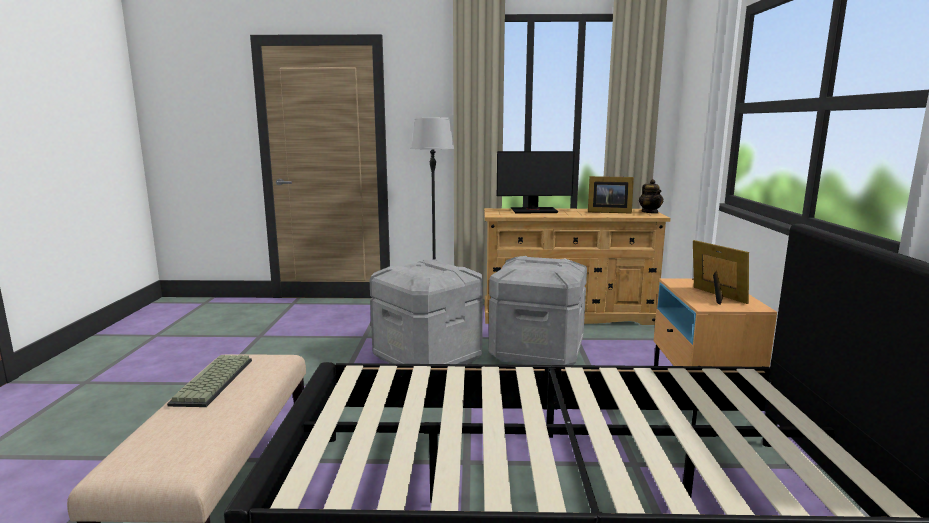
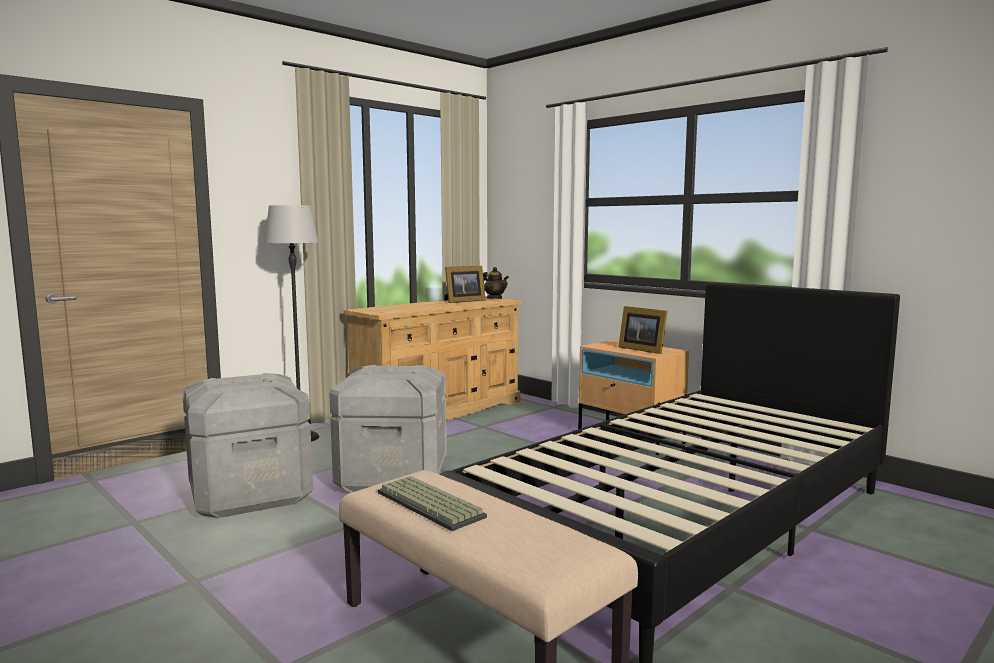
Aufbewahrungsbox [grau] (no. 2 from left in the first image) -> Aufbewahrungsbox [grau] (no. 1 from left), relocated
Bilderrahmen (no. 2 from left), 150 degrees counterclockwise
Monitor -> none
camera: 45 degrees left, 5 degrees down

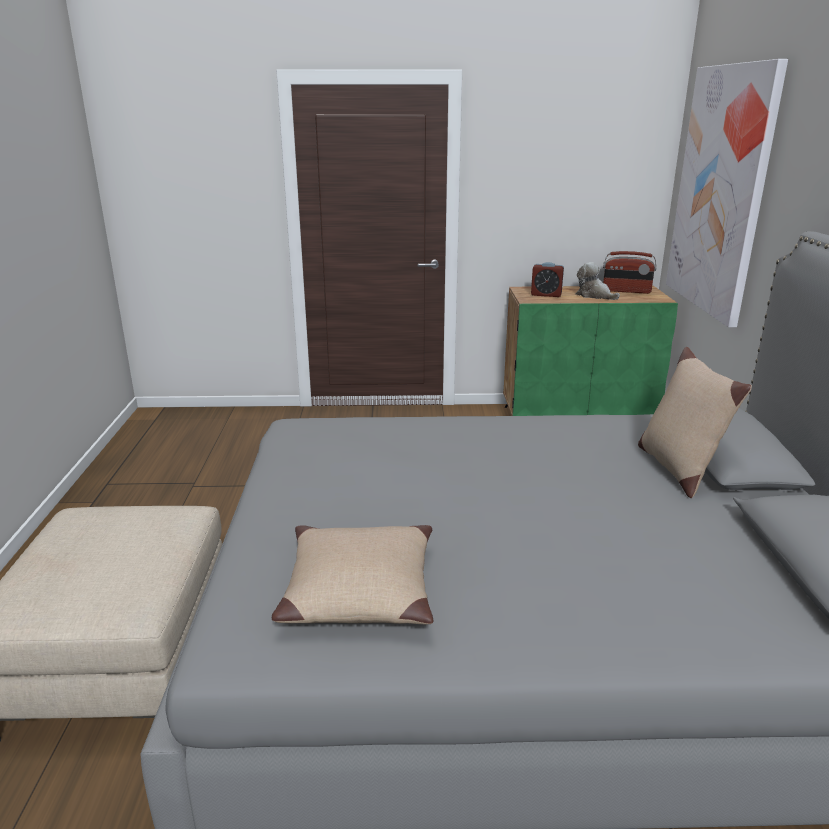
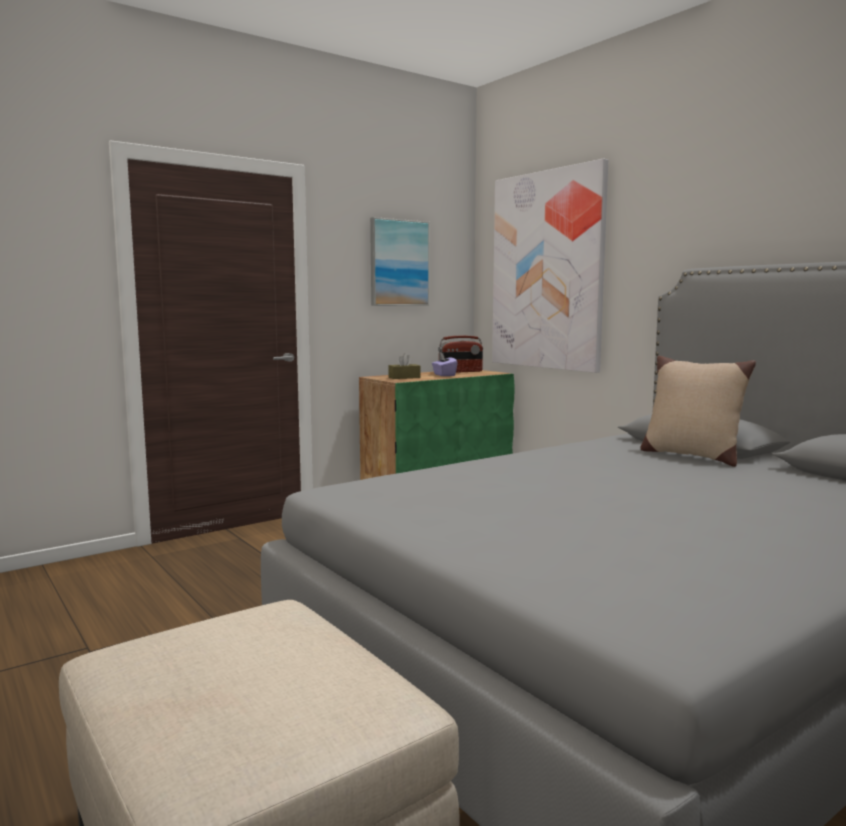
none -> Bild (no. 1 from left)
Wecker -> Taschentuchbox [braun]
Plüschtier -> Taschentuchbox [lila]
Kissen [beige] (no. 1 from left) -> none
camera: 35 degrees left, 15 degrees down

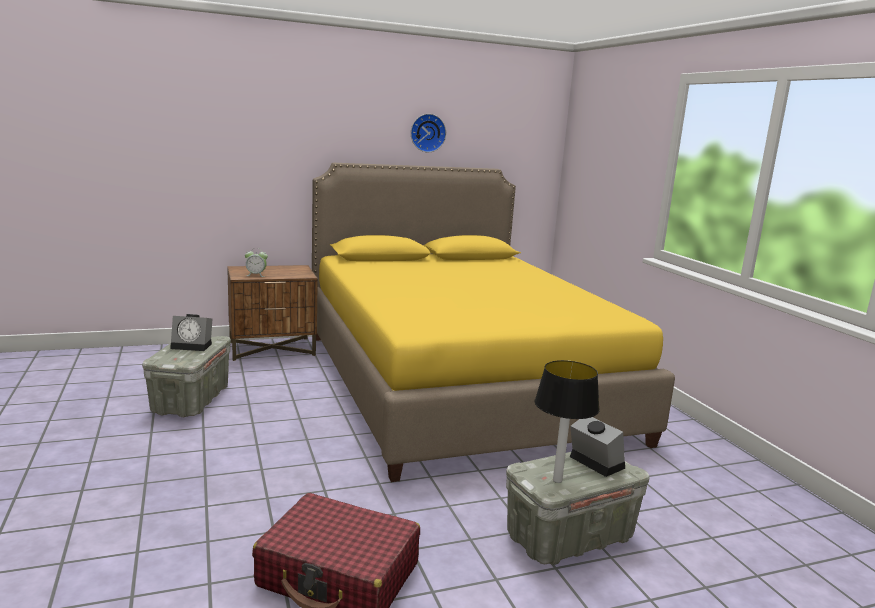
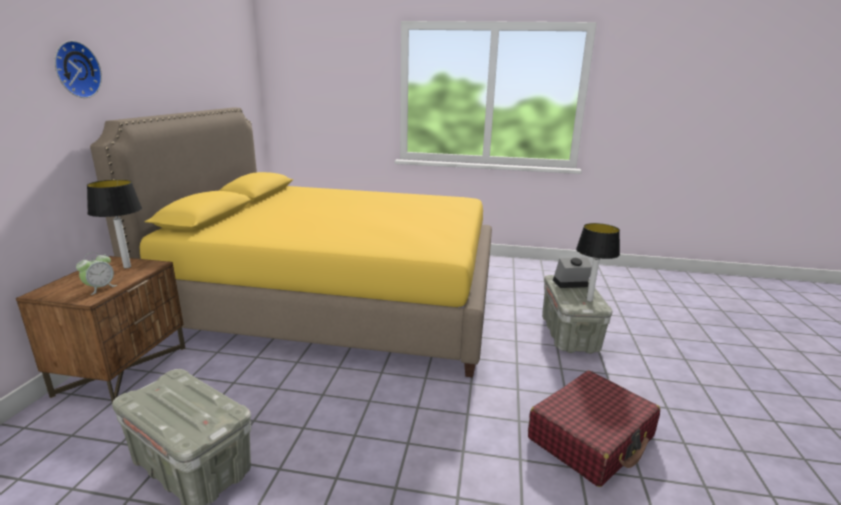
Wanduhr, relocated
none -> Tischlampe (no. 1 from left)
Wecker (no. 1 from left) -> none
camera: 60 degrees left, 5 degrees up

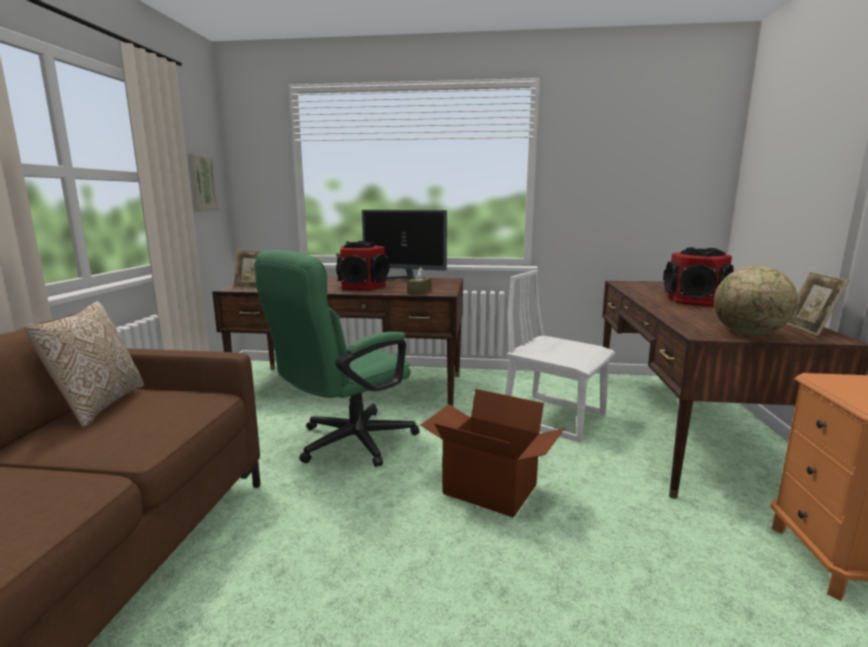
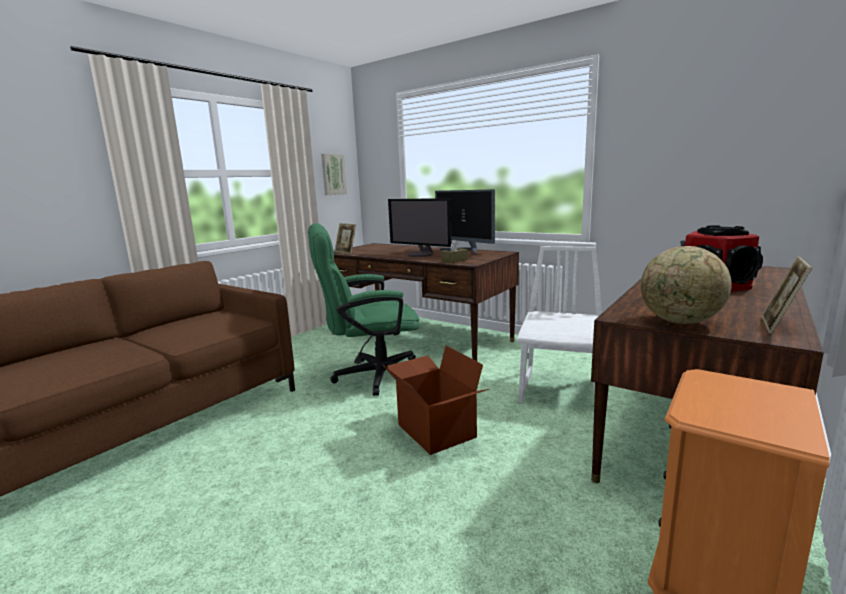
Lautsprecher (no. 1 from left) -> Monitor (no. 1 from left)
Stuhl [weiß], 45 degrees clockwise
Kissen -> none
camera: 30 degrees right, 0 degrees up

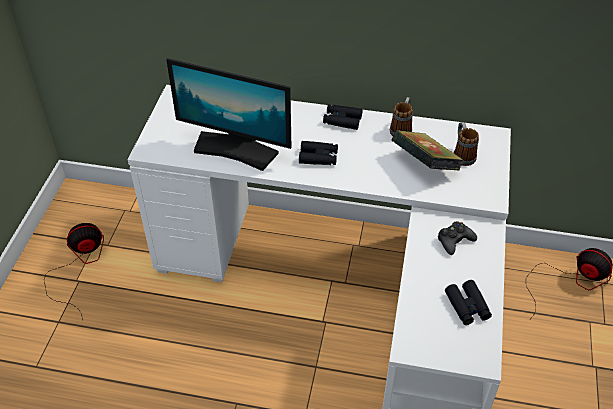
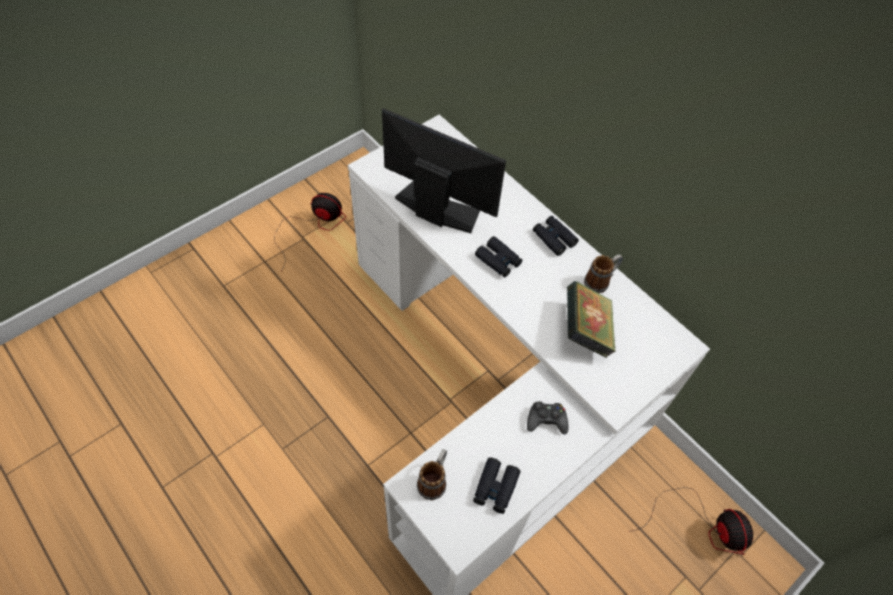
Monitor, 150 degrees clockwise
Henkelbecher (no. 2 from left in the first image) -> Henkelbecher (no. 1 from left), relocated
camera: 35 degrees right, 10 degrees up

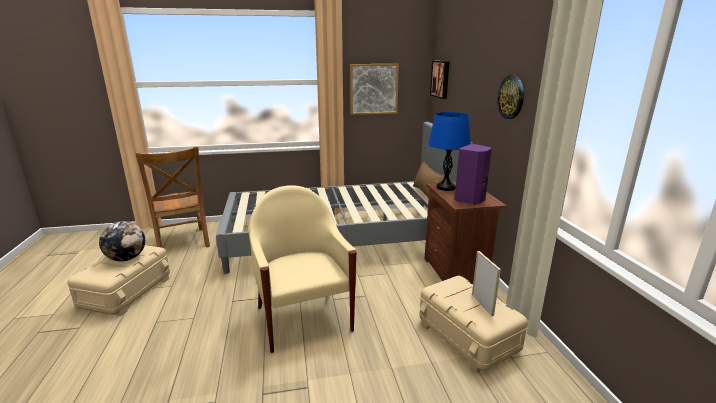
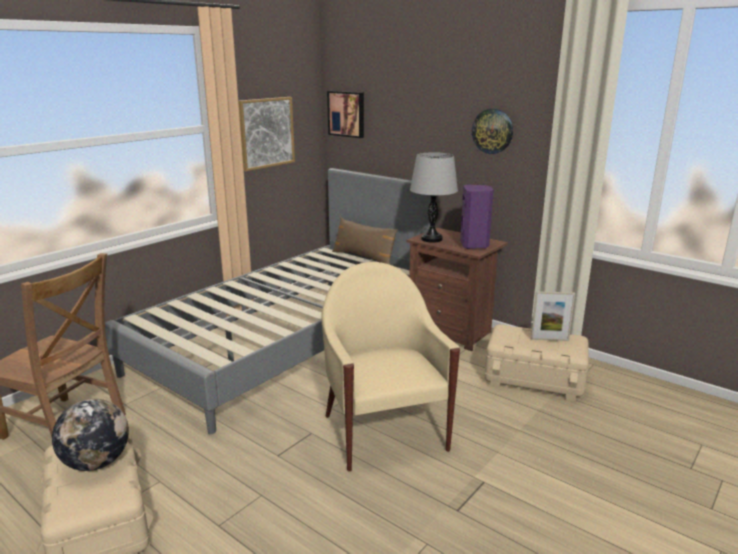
Sessel [beige], 45 degrees clockwise
Tischlampe [blau] -> Tischlampe [grau]
Bilderrahmen, 150 degrees clockwise
camera: 40 degrees left, 0 degrees up

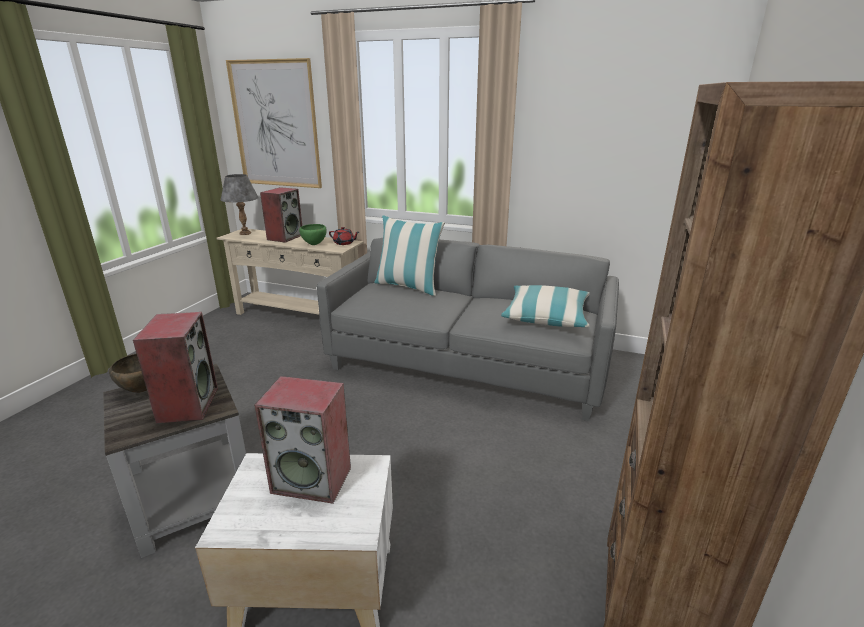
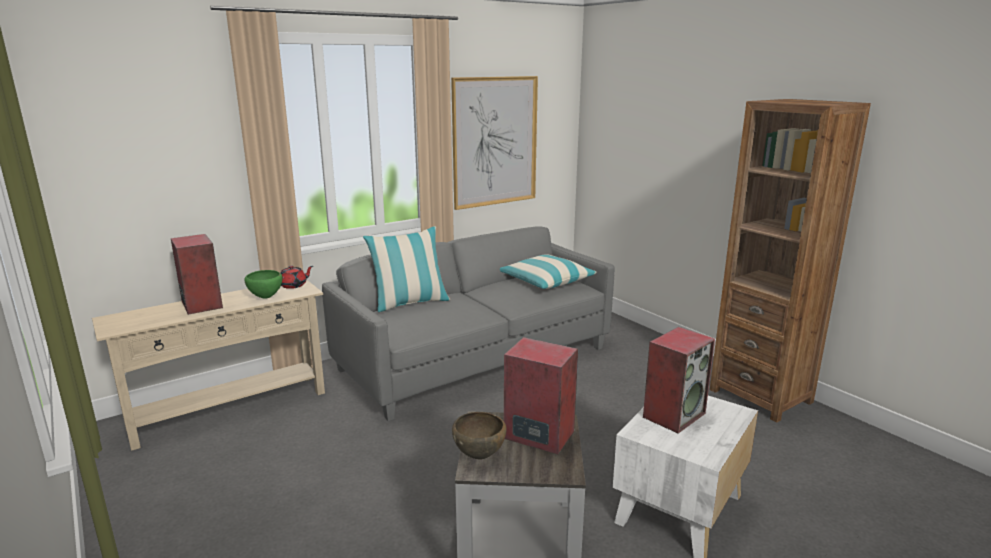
Bild, relocated
Tischlampe [grau] -> none
camera: 55 degrees left, 5 degrees down

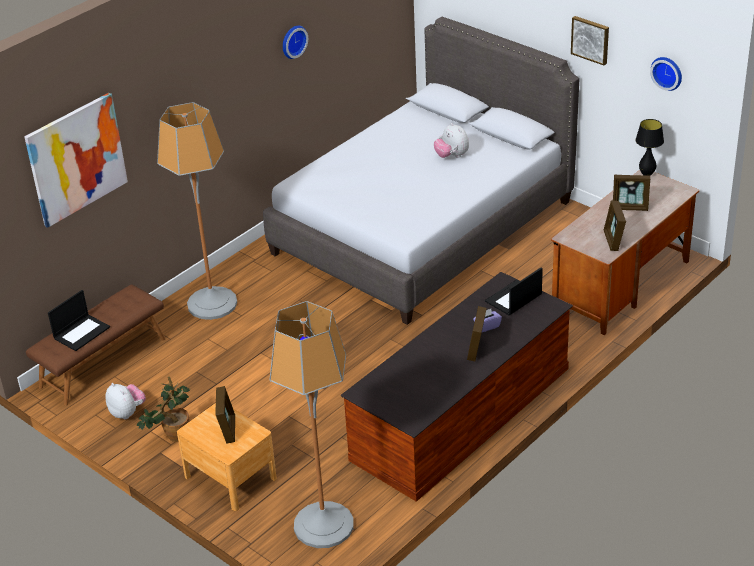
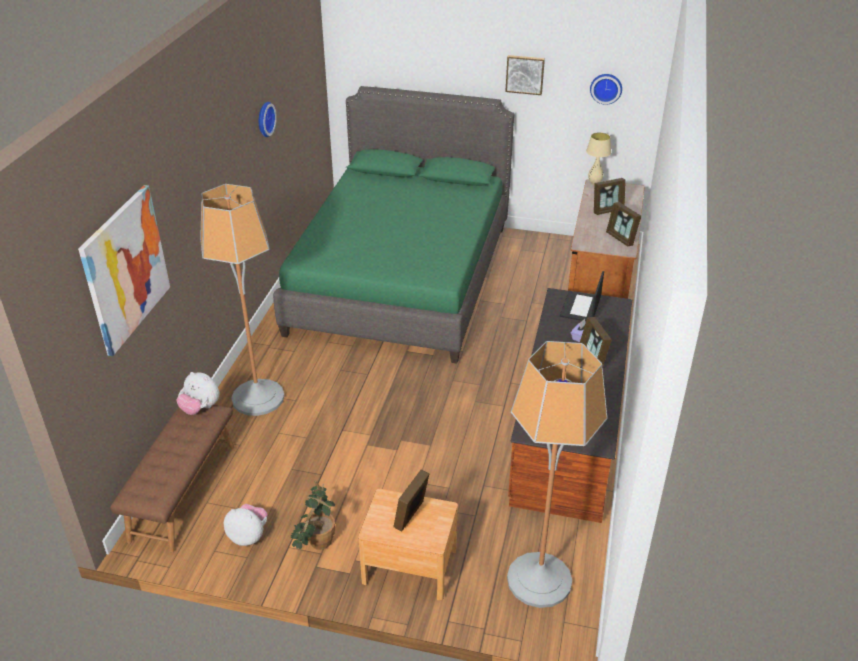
Plüschtier (no. 2 from left in the first image) -> Plüschtier (no. 1 from left), relocated
Bett [grau] -> Bett [grün]
Bilderrahmen (no. 1 from left), 120 degrees counterclockwise
Tischlampe [schwarz] -> Tischlampe [beige]
Laptop (no. 1 from left) -> none
camera: 30 degrees left, 0 degrees up

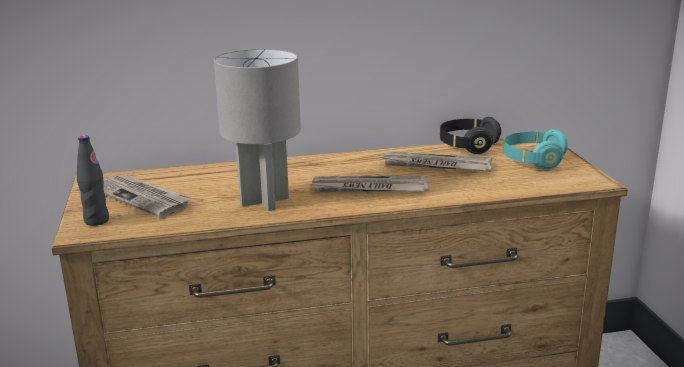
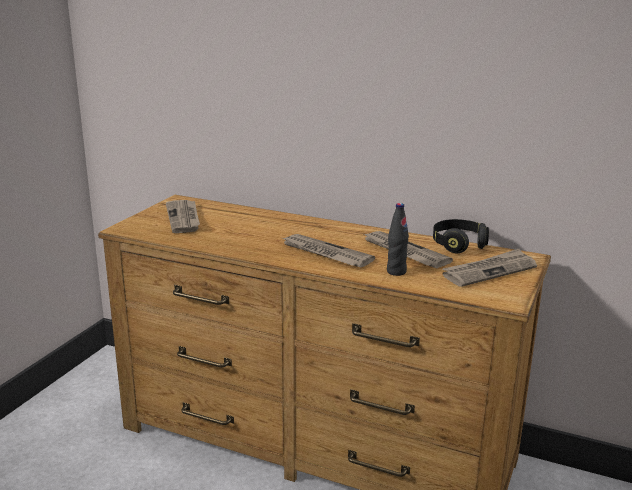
Flasche [schwarz], relocated
Kopfhörer [türkis] -> Zeitung (no. 4 from left)
Tischlampe [grau] -> none
camera: 35 degrees right, 0 degrees up

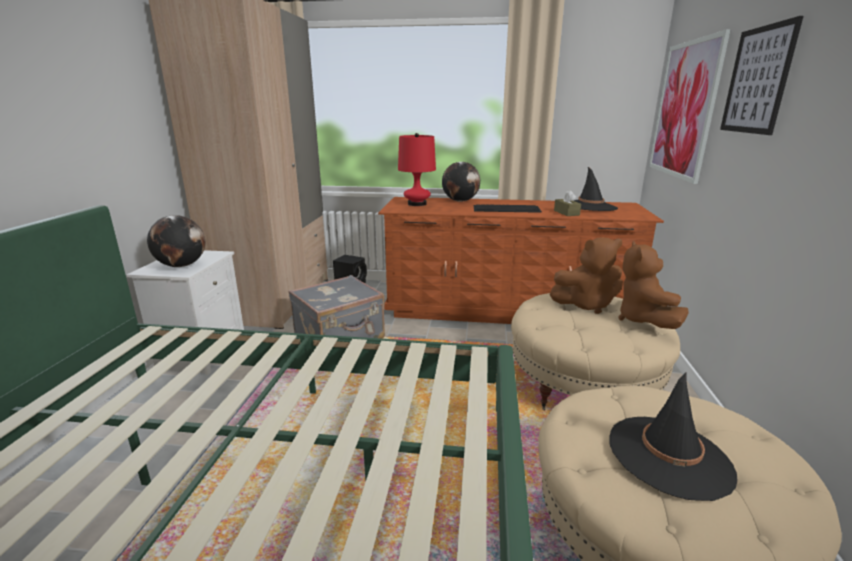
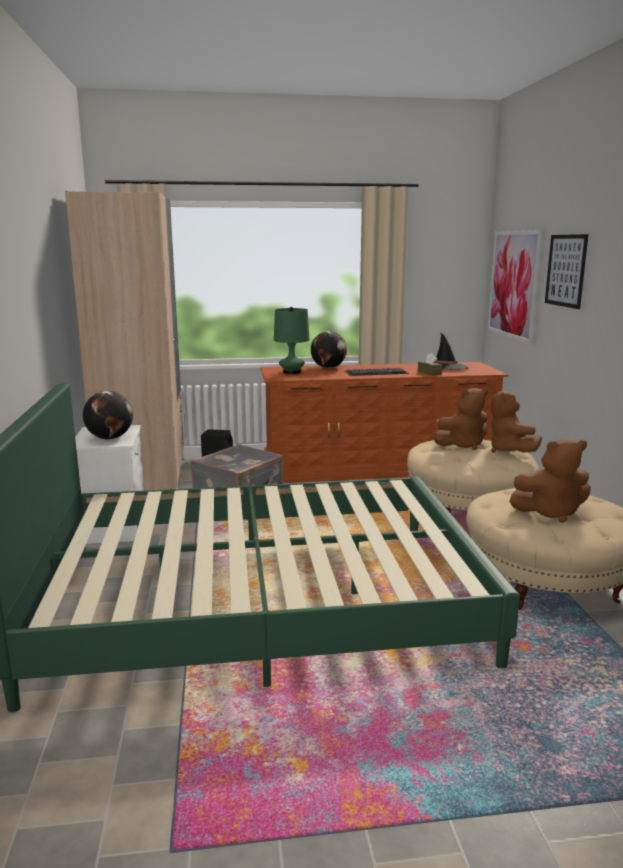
Tischlampe [rot] -> Tischlampe [grün]
Hut [schwarz] (no. 2 from left) -> Plüschtier [braun] (no. 3 from left)
camera: 15 degrees left, 5 degrees down

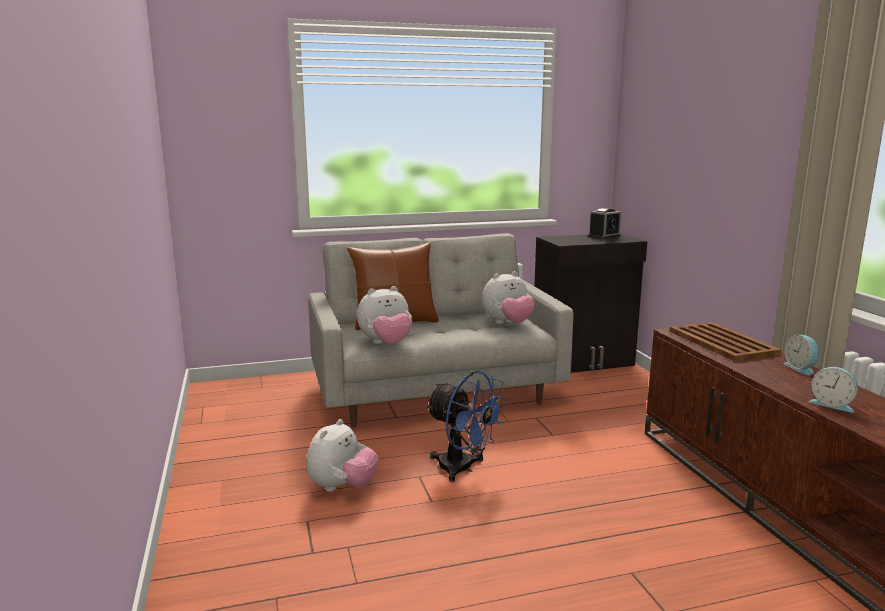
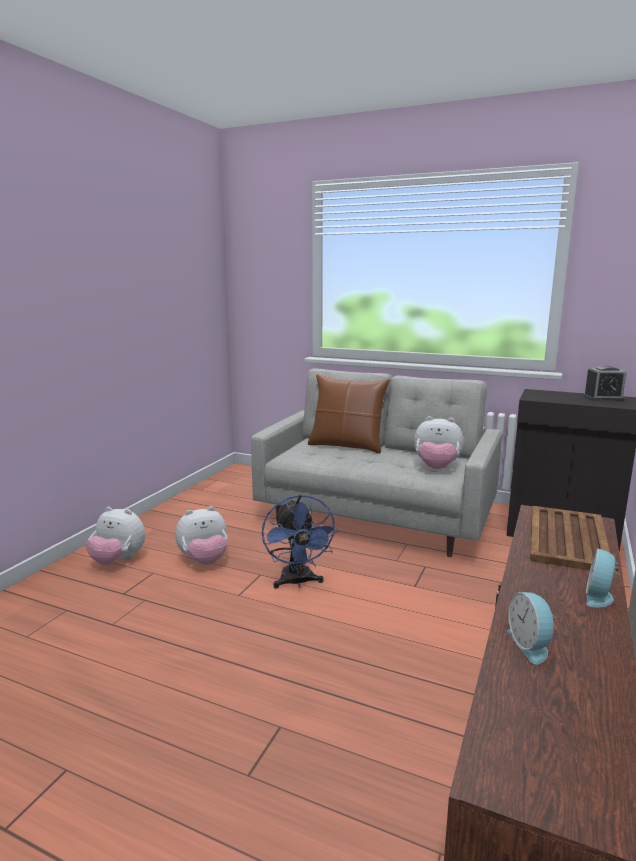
Plüschtier (no. 2 from left in the first image) -> Plüschtier (no. 1 from left), relocated
camera: 40 degrees right, 0 degrees up

